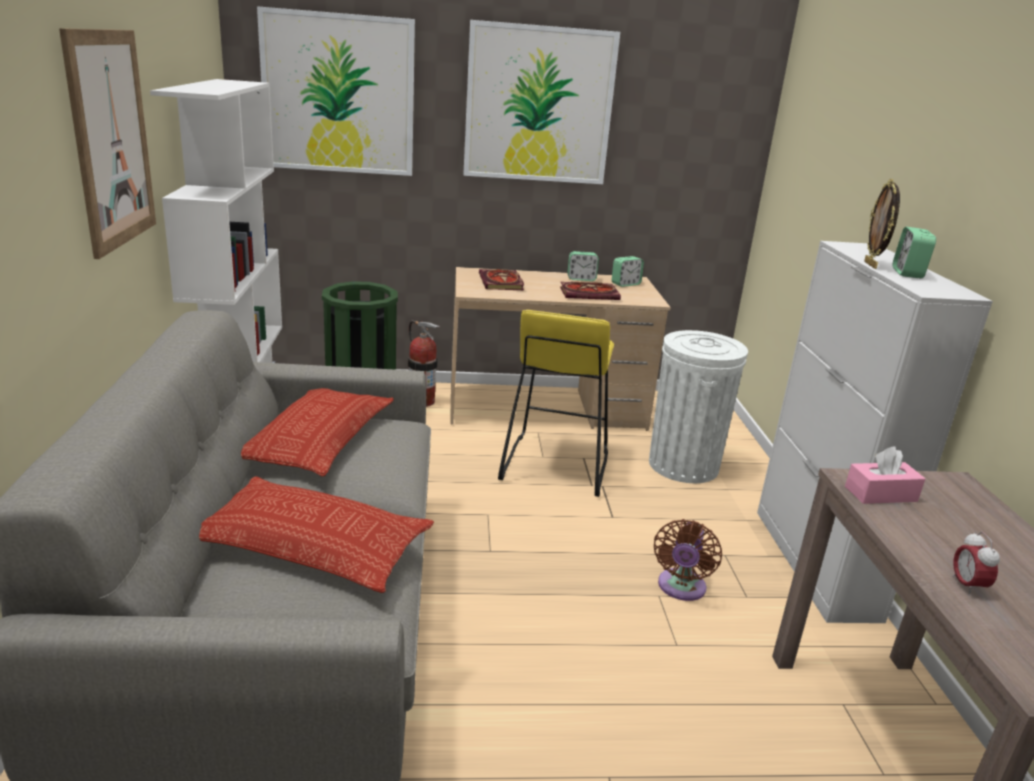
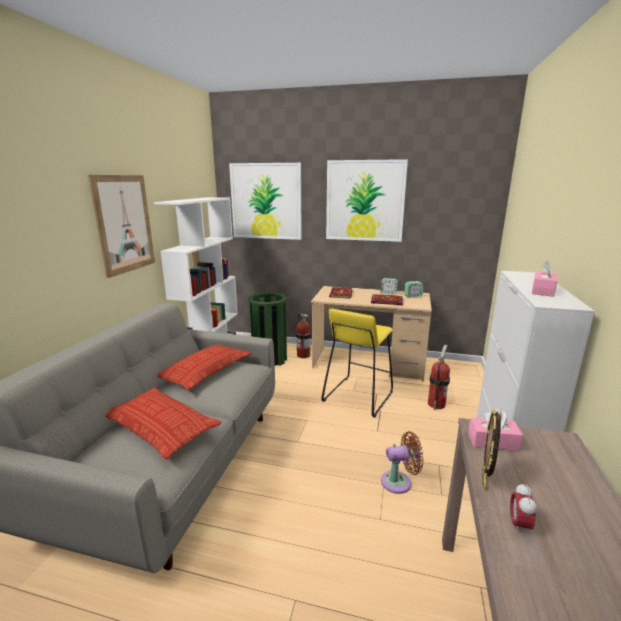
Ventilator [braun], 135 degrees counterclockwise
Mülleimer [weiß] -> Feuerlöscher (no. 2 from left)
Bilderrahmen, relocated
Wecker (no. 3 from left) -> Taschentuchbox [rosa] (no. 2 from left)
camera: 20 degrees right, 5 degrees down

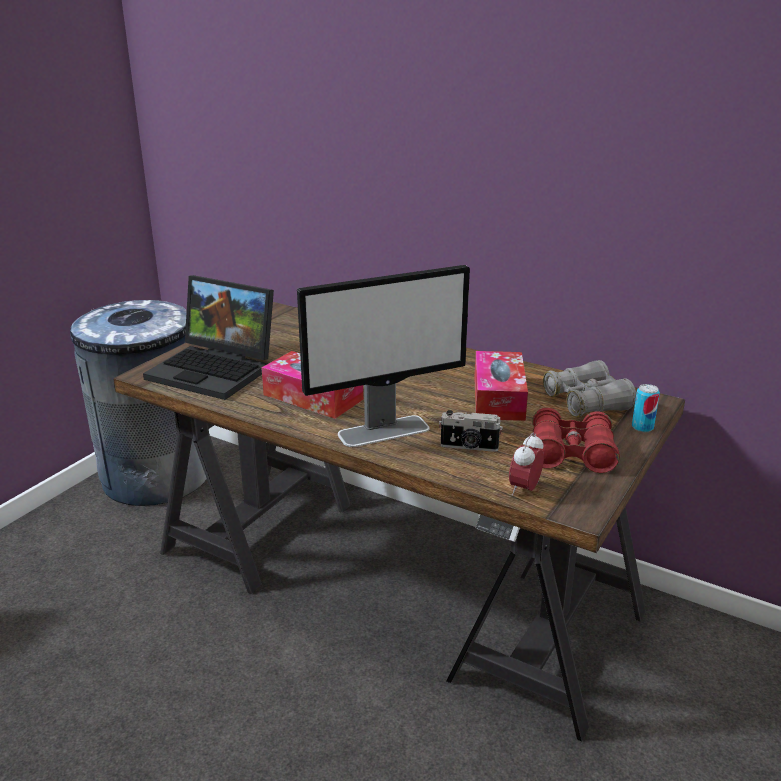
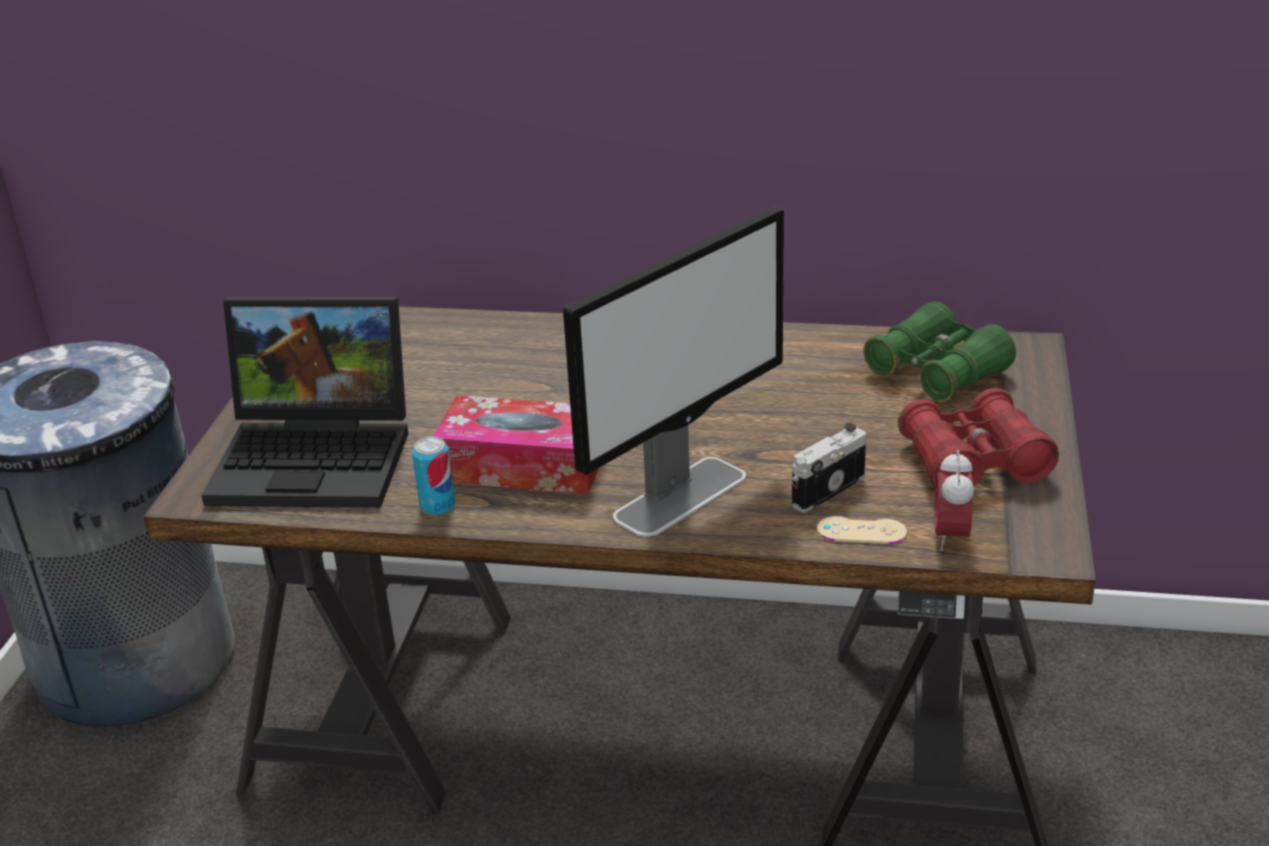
Dose, relocated
Kamera, 150 degrees clockwise
none -> Gamepad [beige]
Fernglas [grau] -> Fernglas [grün]
Taschentuchbox (no. 2 from left) -> none
camera: 20 degrees left, 5 degrees up

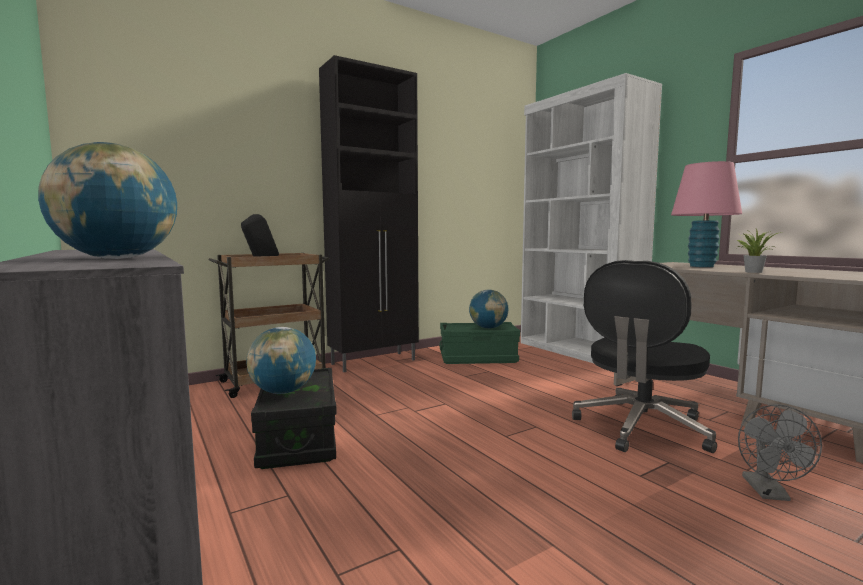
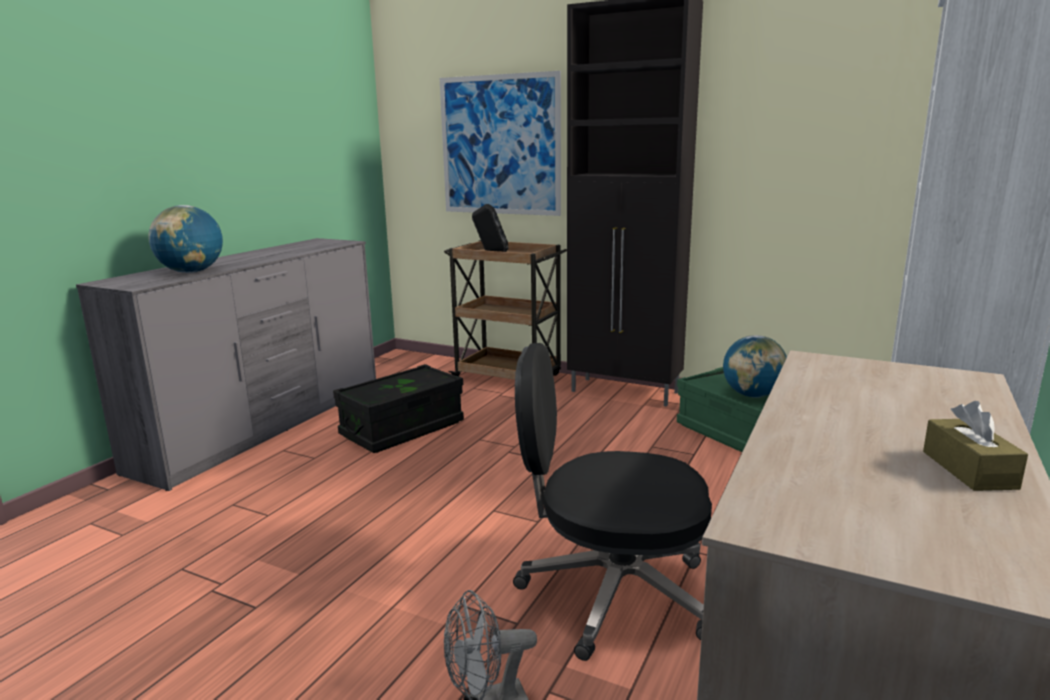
none -> Bild
none -> Taschentuchbox [braun]
Globus (no. 2 from left) -> none
Tischlampe [rosa] -> none
Topfpflanze -> none
camera: 60 degrees right, 10 degrees up

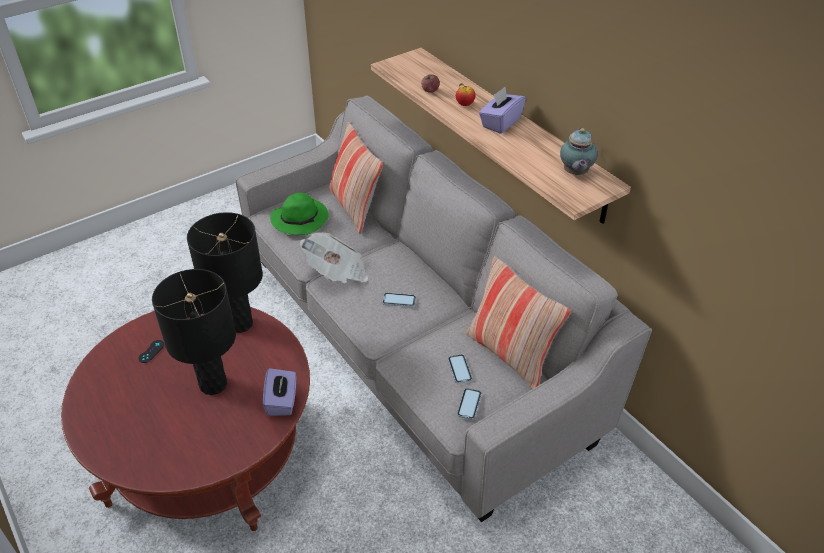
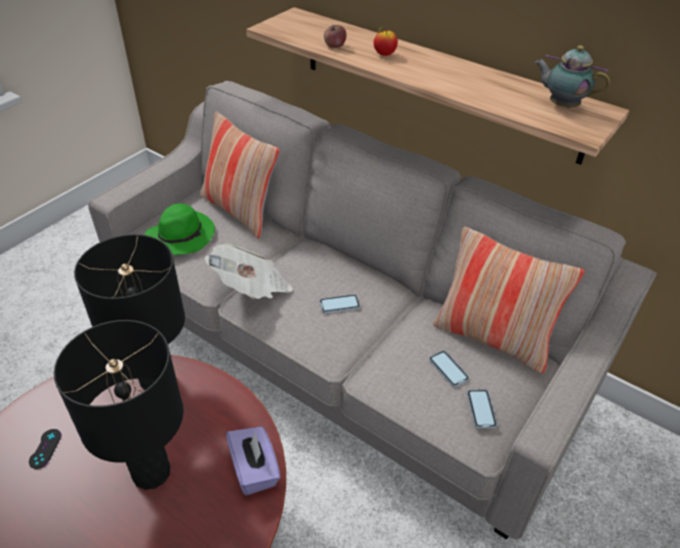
Teekanne, 135 degrees clockwise
Taschentuchbox [lila] (no. 2 from left) -> none
camera: 20 degrees left, 0 degrees up

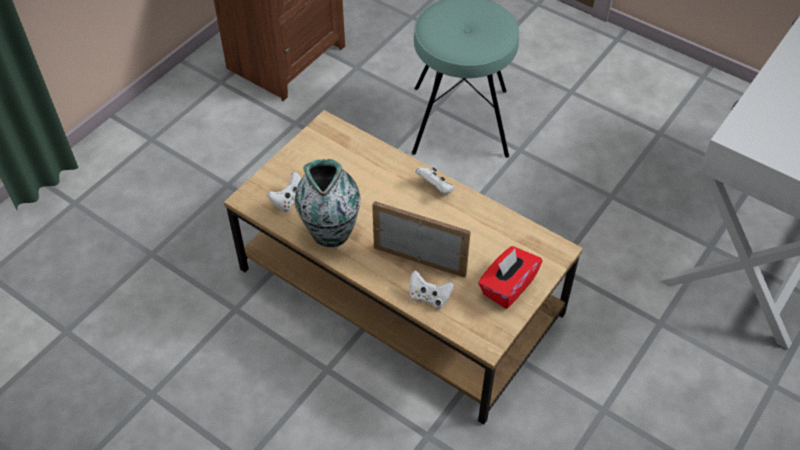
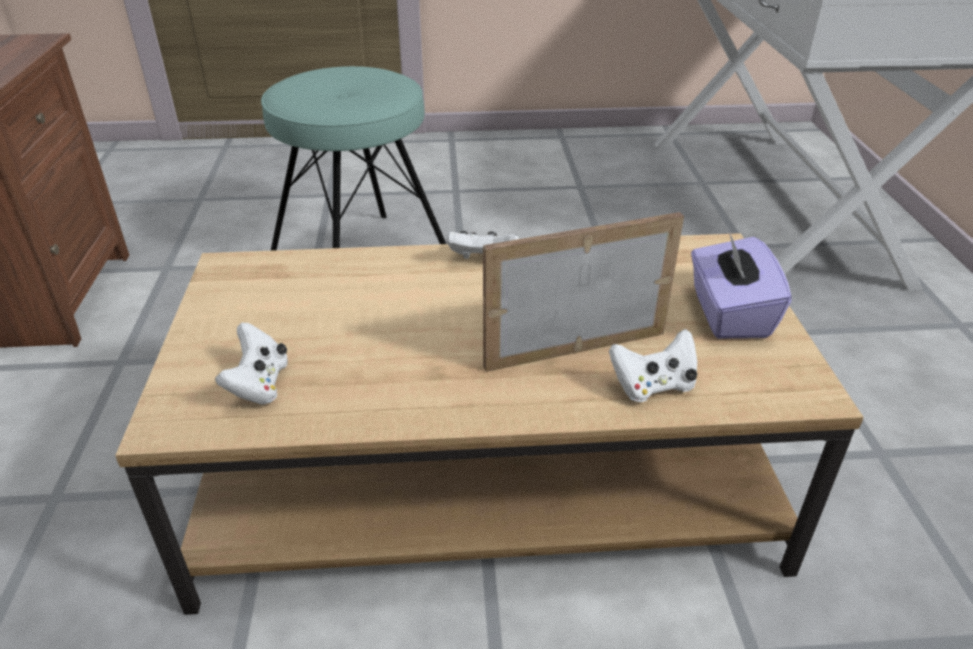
Taschentuchbox [rot] -> Taschentuchbox [lila]
Vase -> none
camera: 40 degrees left, 15 degrees down

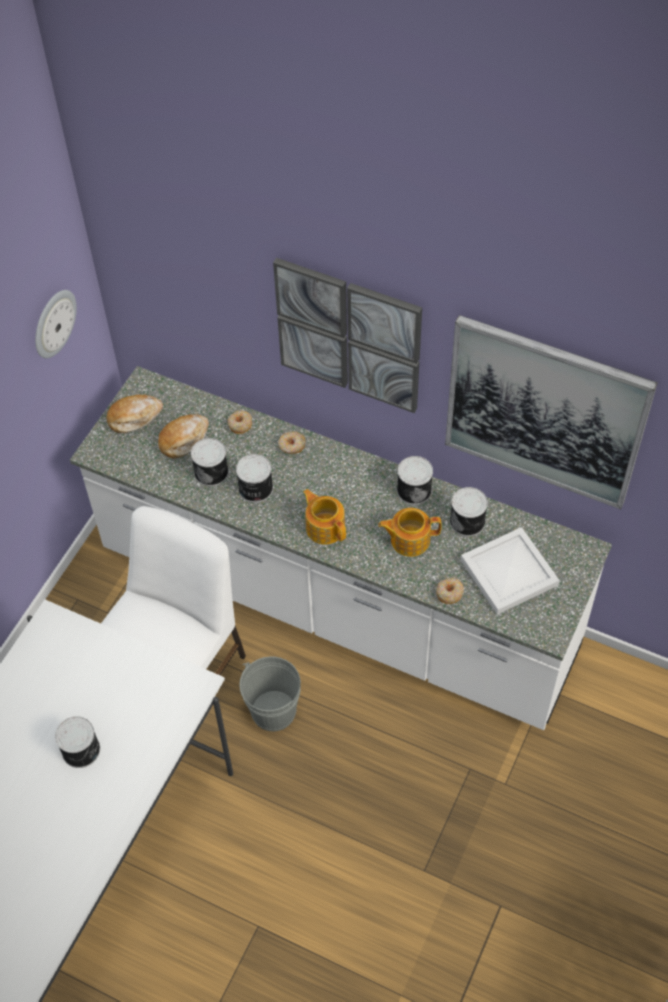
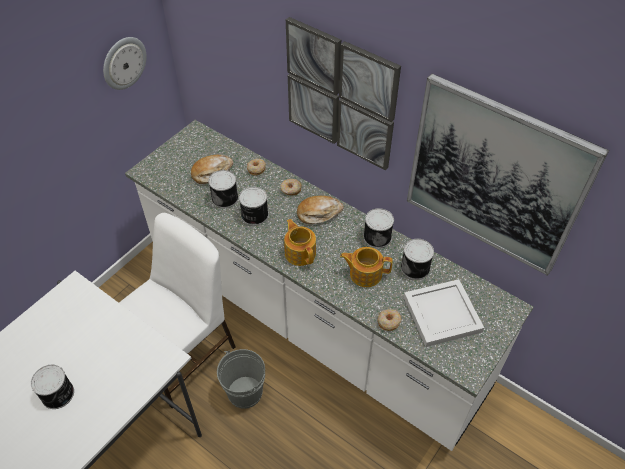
Brot (no. 1 from left in the first image) -> Brot (no. 2 from left), relocated
camera: 10 degrees right, 5 degrees down

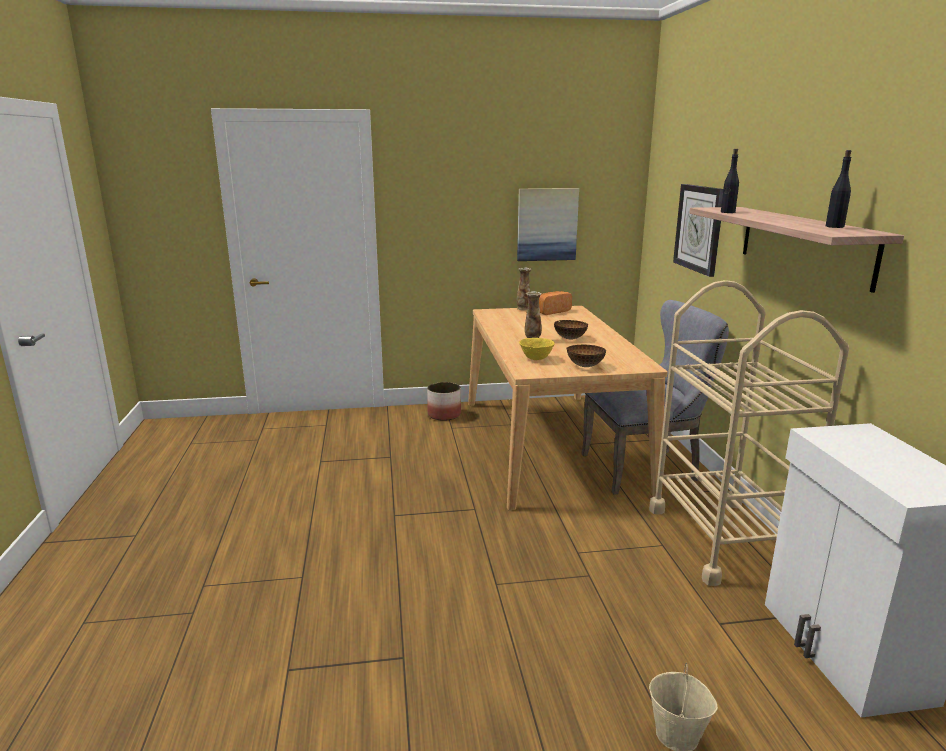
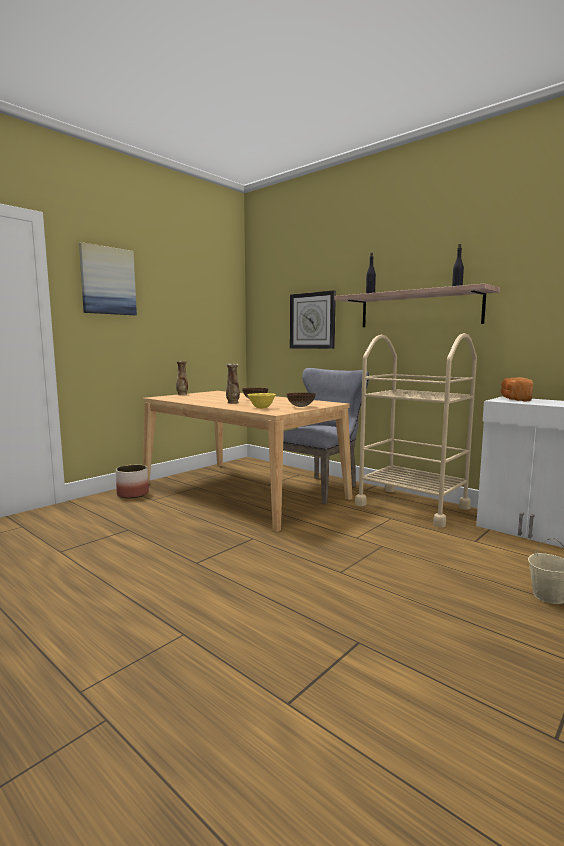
Bild, relocated
Brot, relocated
camera: 40 degrees left, 10 degrees down

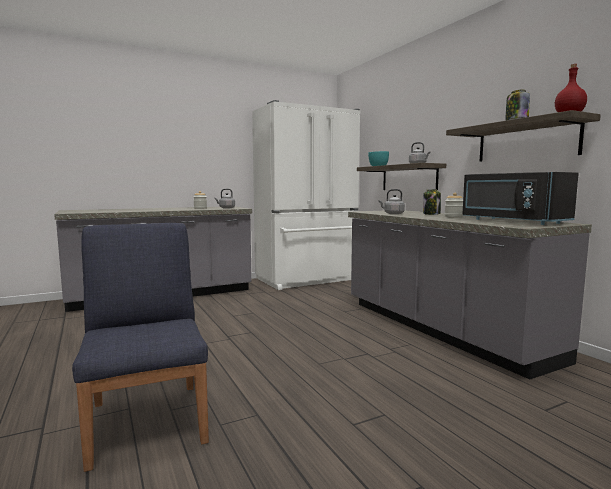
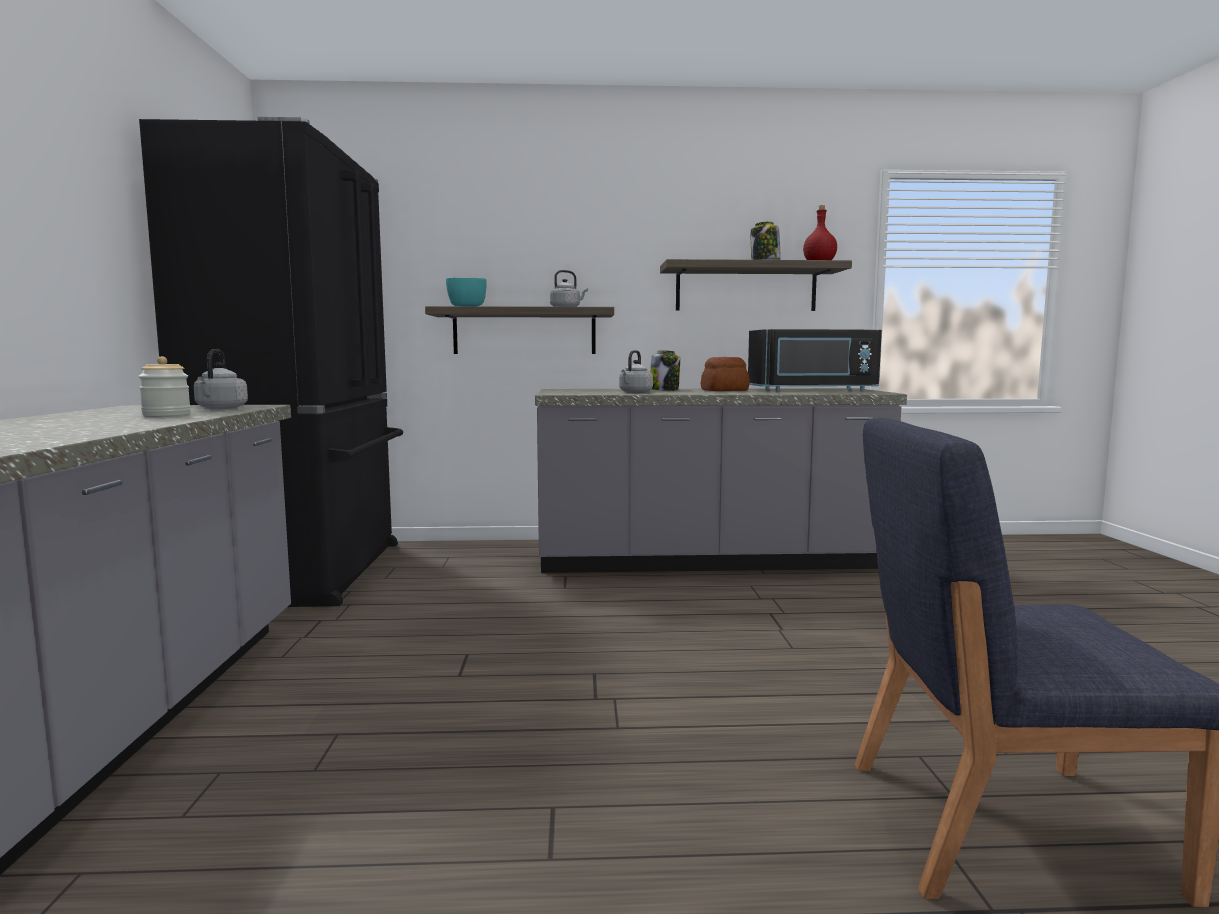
Kühlschrank [weiß] -> Kühlschrank [schwarz]
Vorratsglas (no. 3 from left) -> Brot
camera: 65 degrees left, 0 degrees up

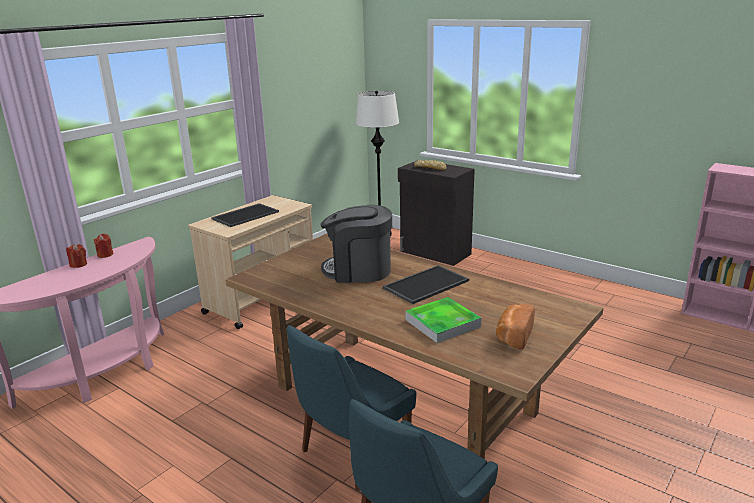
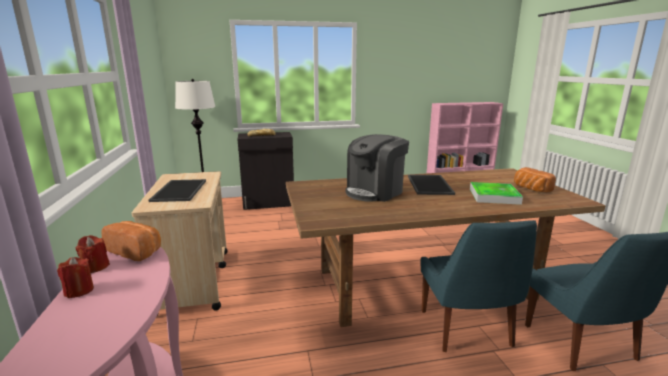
none -> Brot (no. 1 from left)
camera: 50 degrees left, 5 degrees down

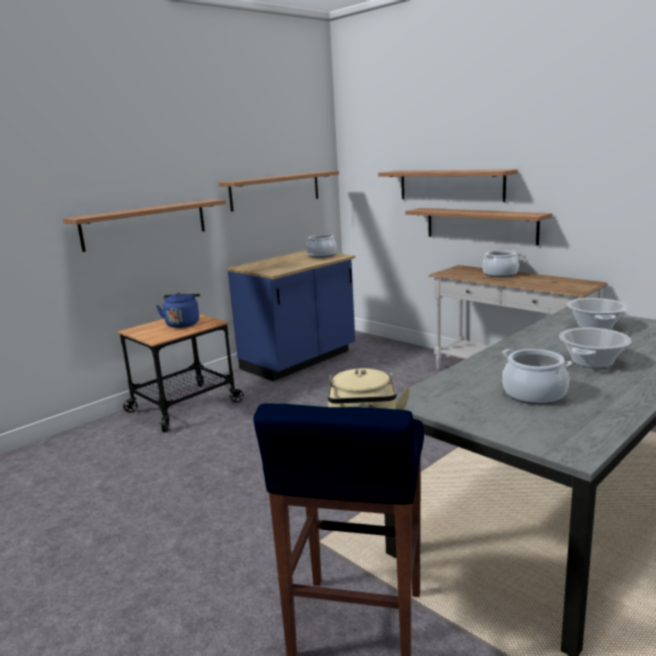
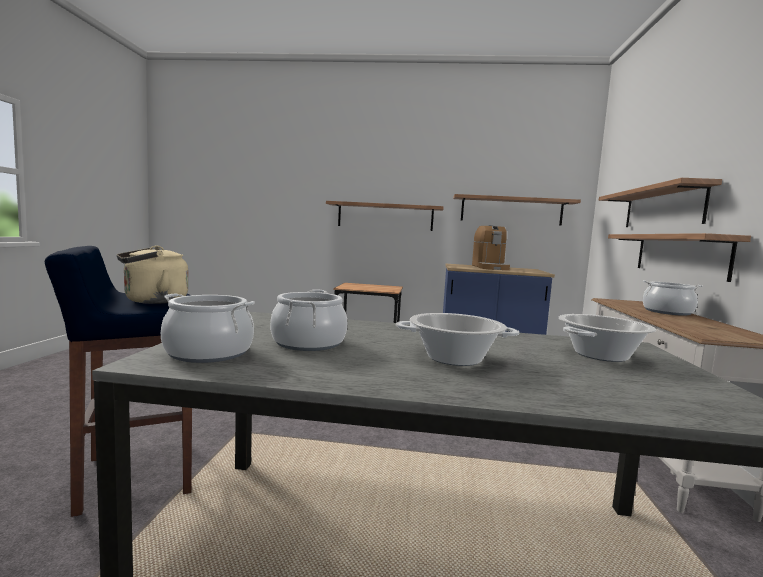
Kochtopf (no. 1 from left), relocated
none -> Kaffeemaschine
Wasserkessel [blau] -> none
camera: 50 degrees right, 10 degrees down

